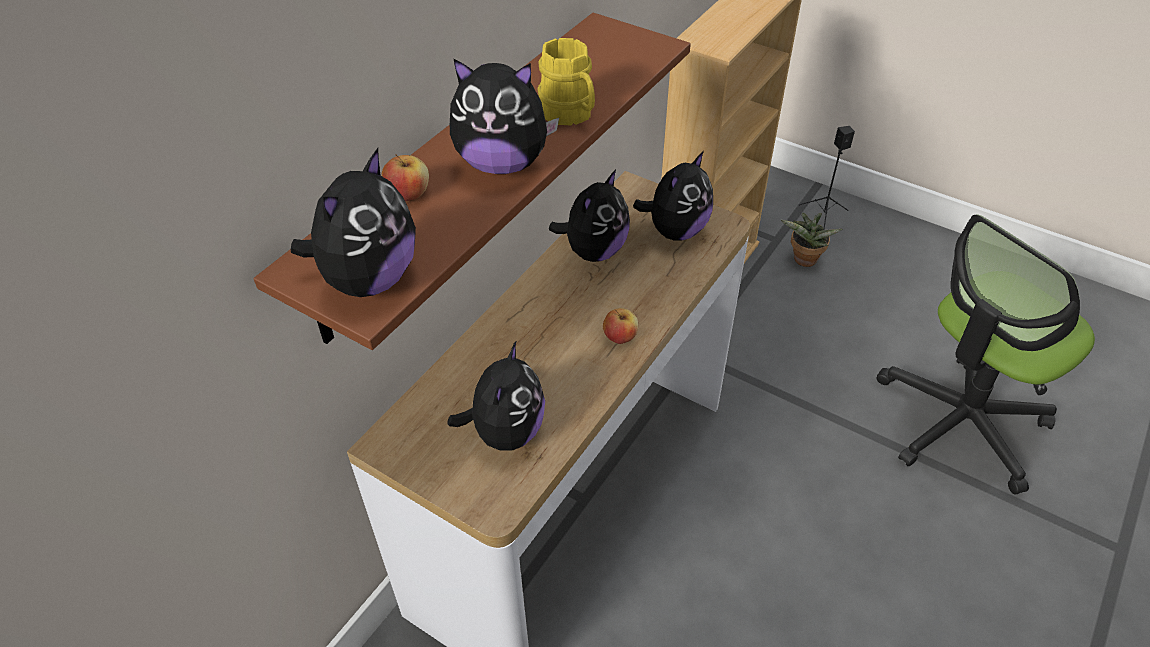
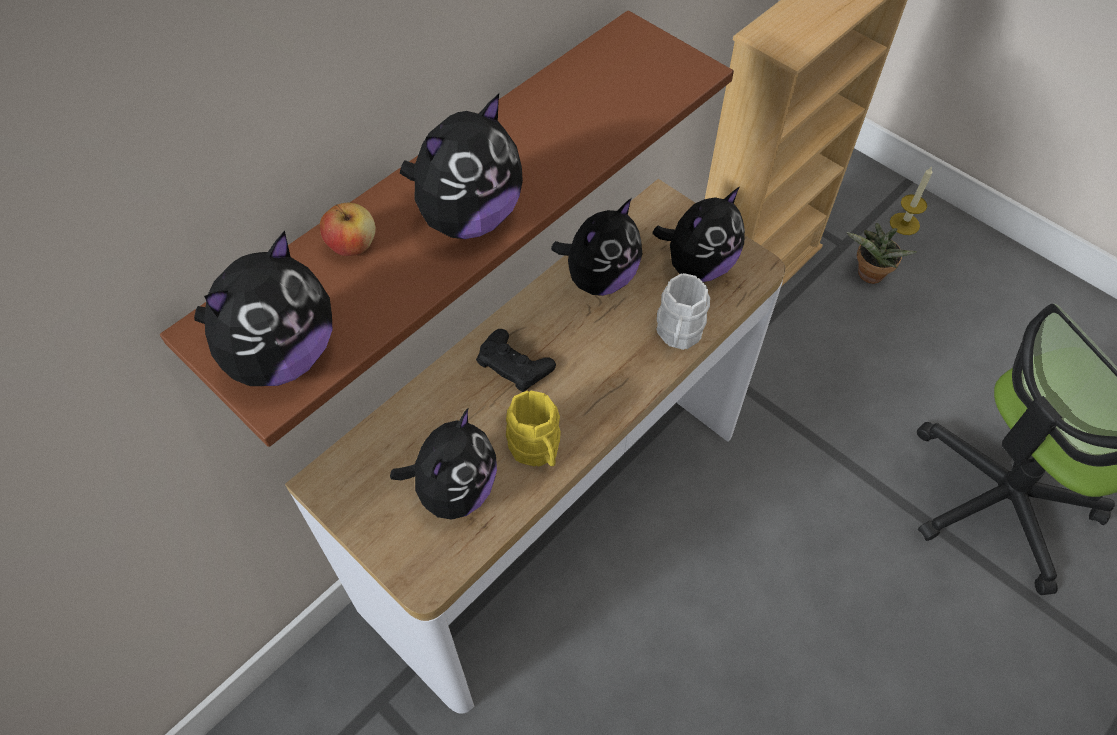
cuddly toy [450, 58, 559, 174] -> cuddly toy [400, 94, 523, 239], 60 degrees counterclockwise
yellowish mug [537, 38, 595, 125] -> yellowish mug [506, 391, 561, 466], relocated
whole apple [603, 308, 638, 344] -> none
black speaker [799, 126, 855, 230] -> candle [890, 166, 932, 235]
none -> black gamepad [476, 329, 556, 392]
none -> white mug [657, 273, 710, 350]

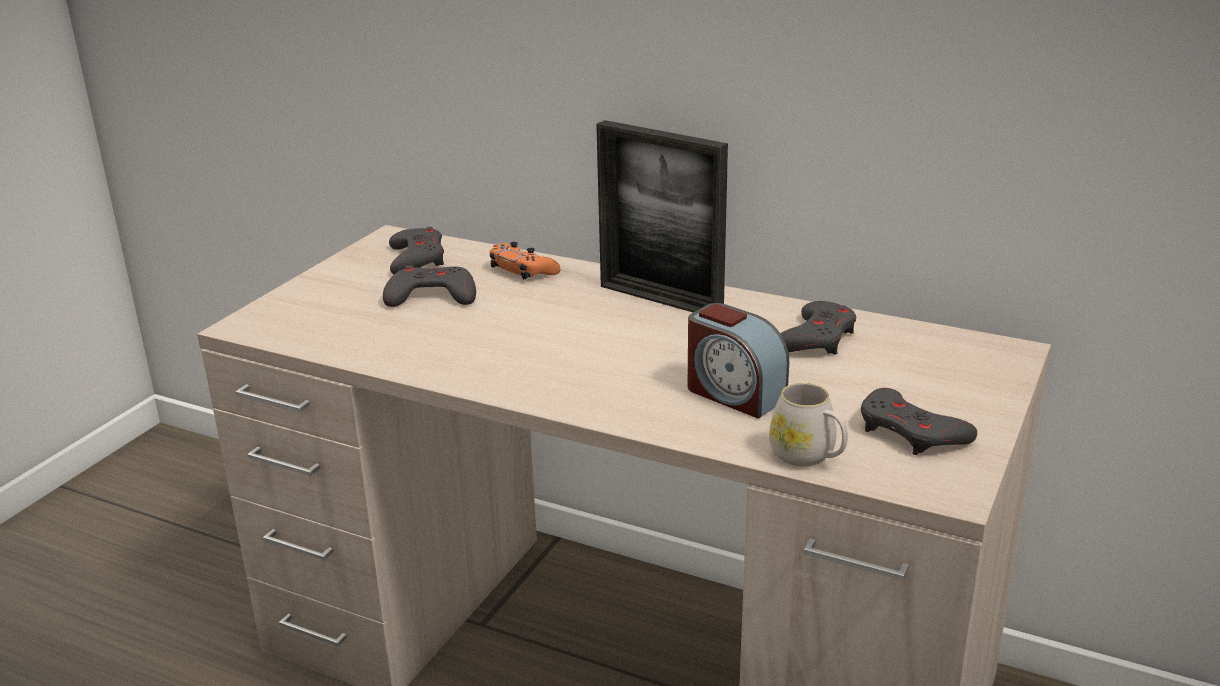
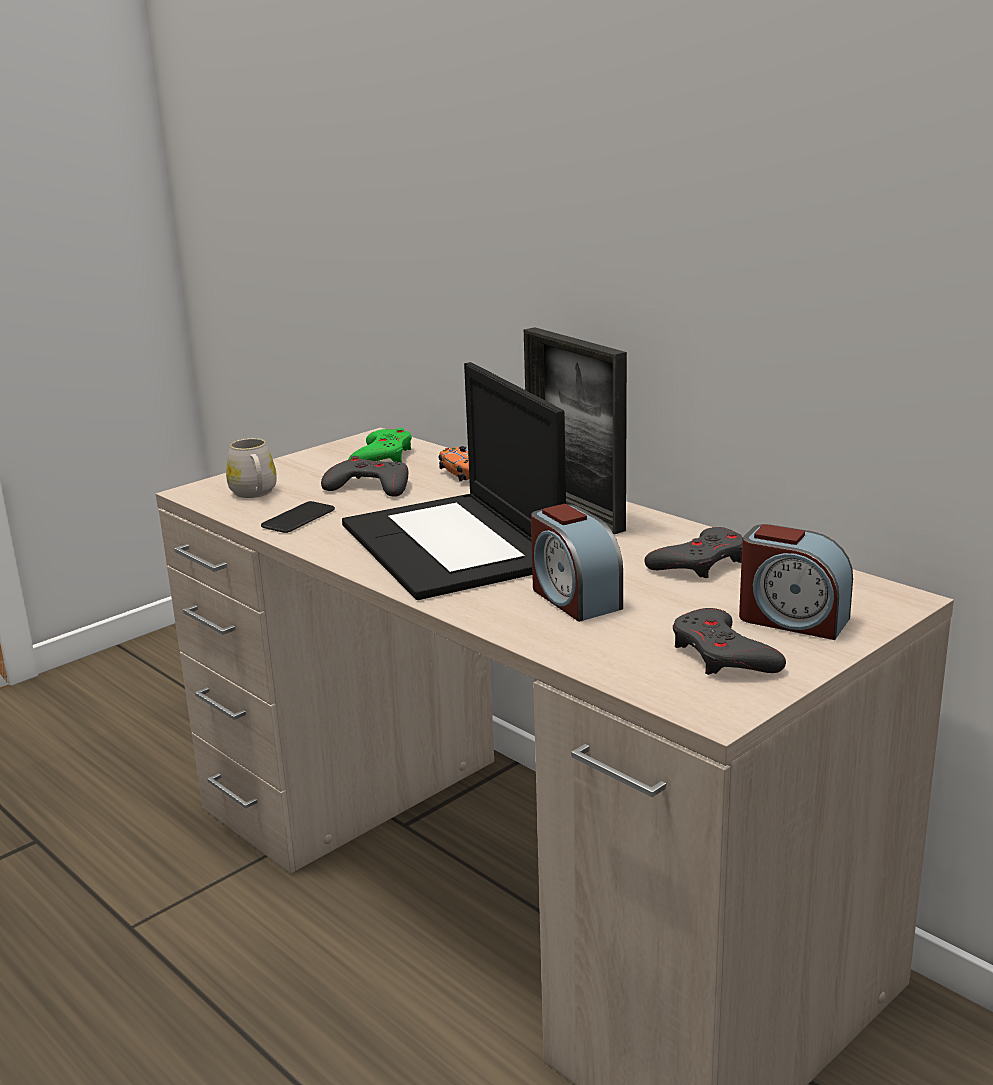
grey gamepad [389, 227, 444, 275] -> green-coloured gamepad [348, 428, 412, 462]
white mug [769, 383, 848, 467] -> white mug [226, 438, 277, 498], relocated
none -> handset [261, 501, 335, 533]
none -> notebook computer [342, 362, 566, 600]
none -> table clock [739, 524, 853, 640]

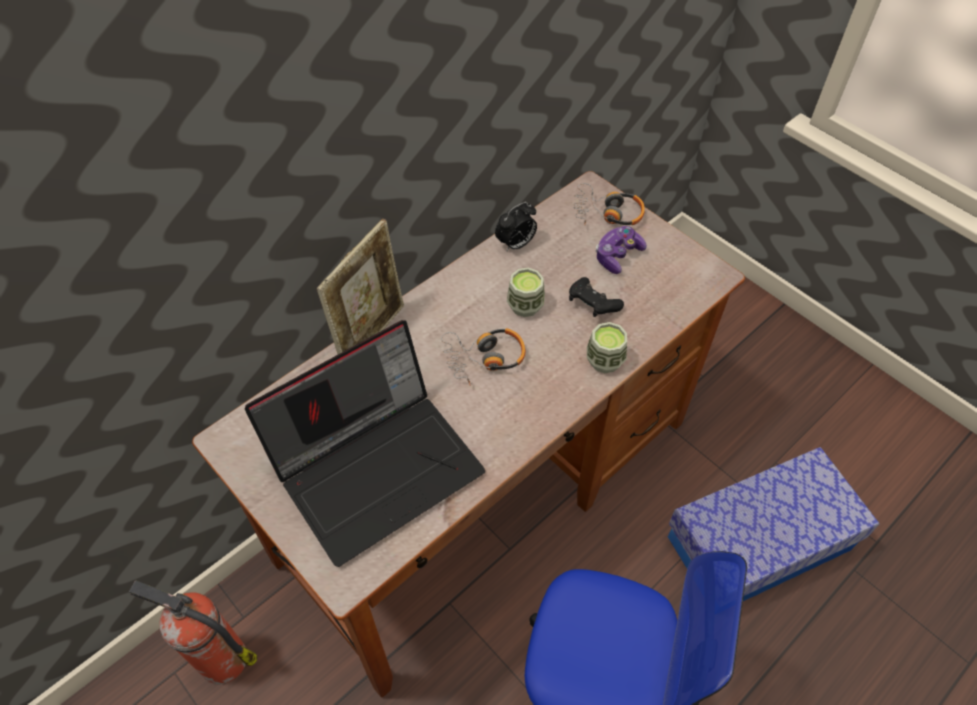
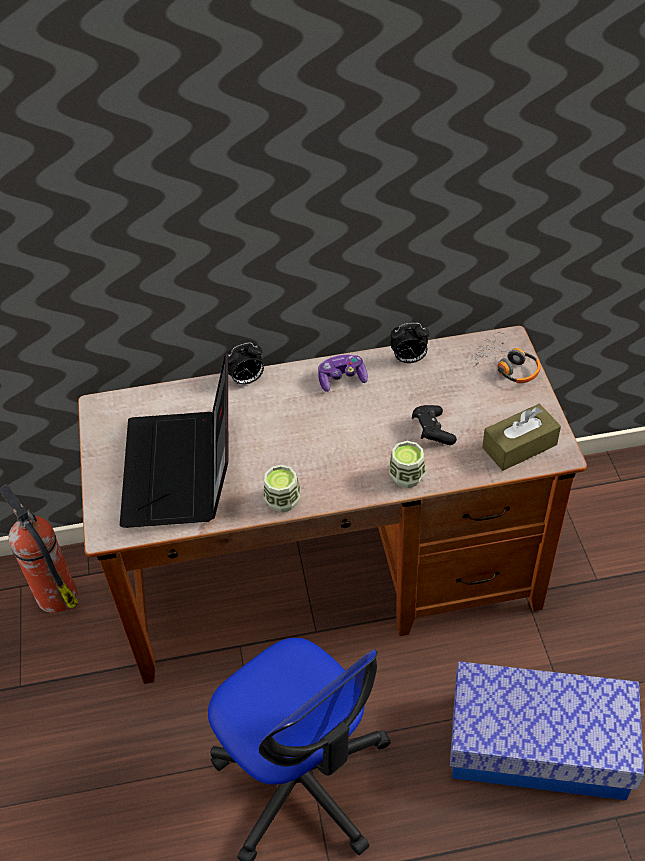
notebook computer [245, 320, 485, 567] -> notebook computer [120, 352, 228, 528], 90 degrees clockwise
photo frame [317, 219, 404, 354] -> table clock [227, 342, 264, 386]
pair of headphones [441, 328, 526, 386] -> none
small cup [507, 268, 545, 317] -> small cup [264, 465, 300, 512], relocated
gamepad [596, 226, 647, 274] -> gamepad [318, 355, 368, 392], relocated
none -> brownish tissue holder [482, 404, 561, 471]

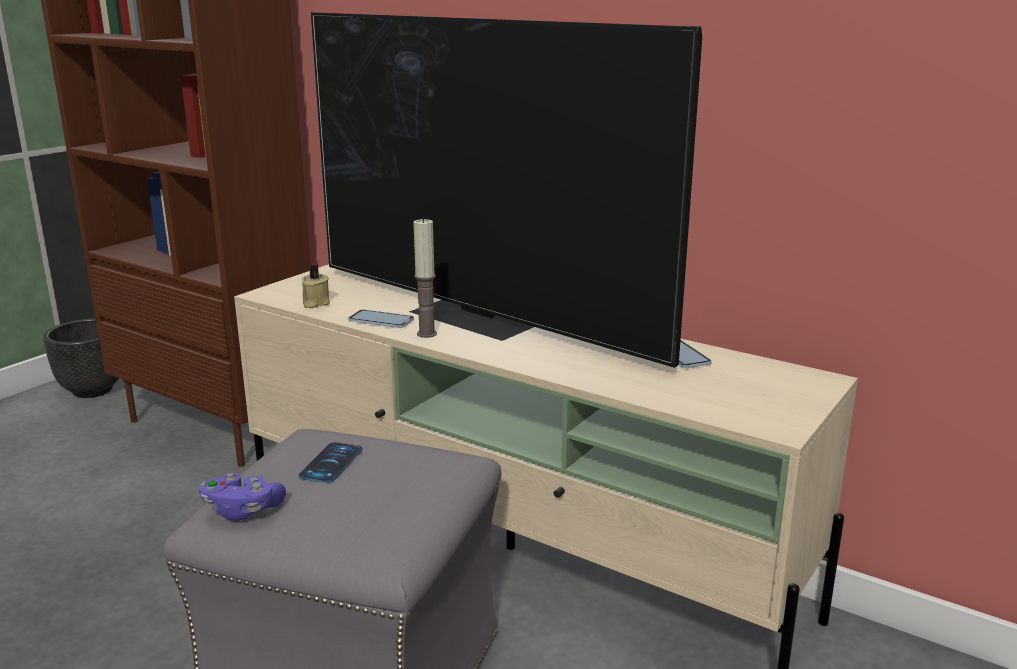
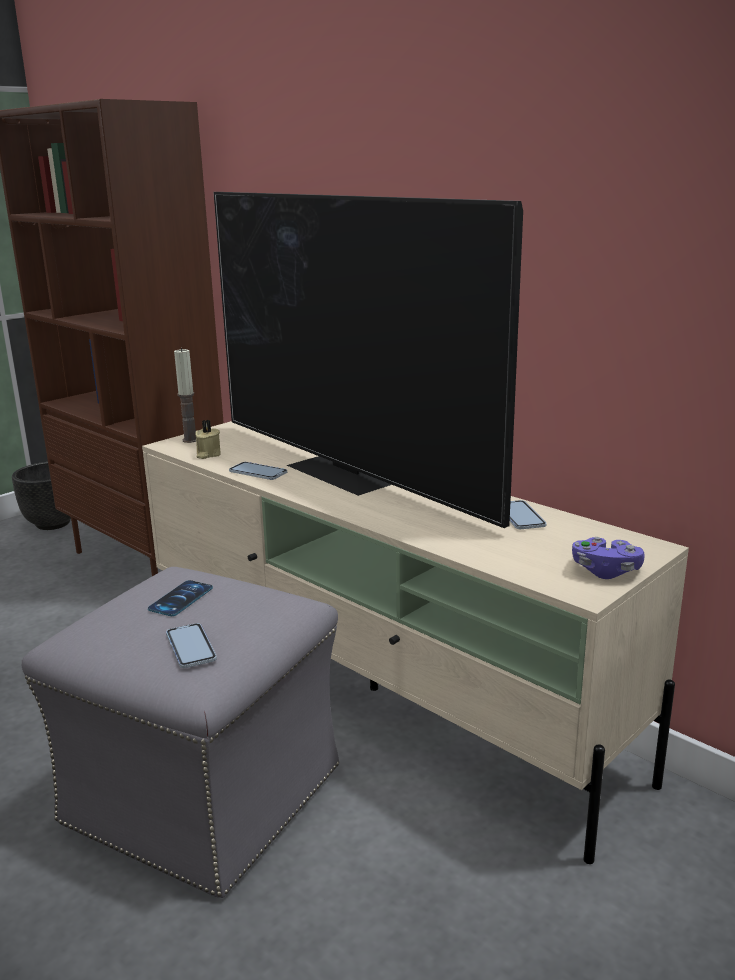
purple-coloured gamepad [198, 473, 286, 521] -> purple-coloured gamepad [572, 537, 645, 579], relocated
candle [413, 218, 437, 338] -> candle [174, 348, 196, 443], relocated
none -> handset [166, 623, 217, 668]

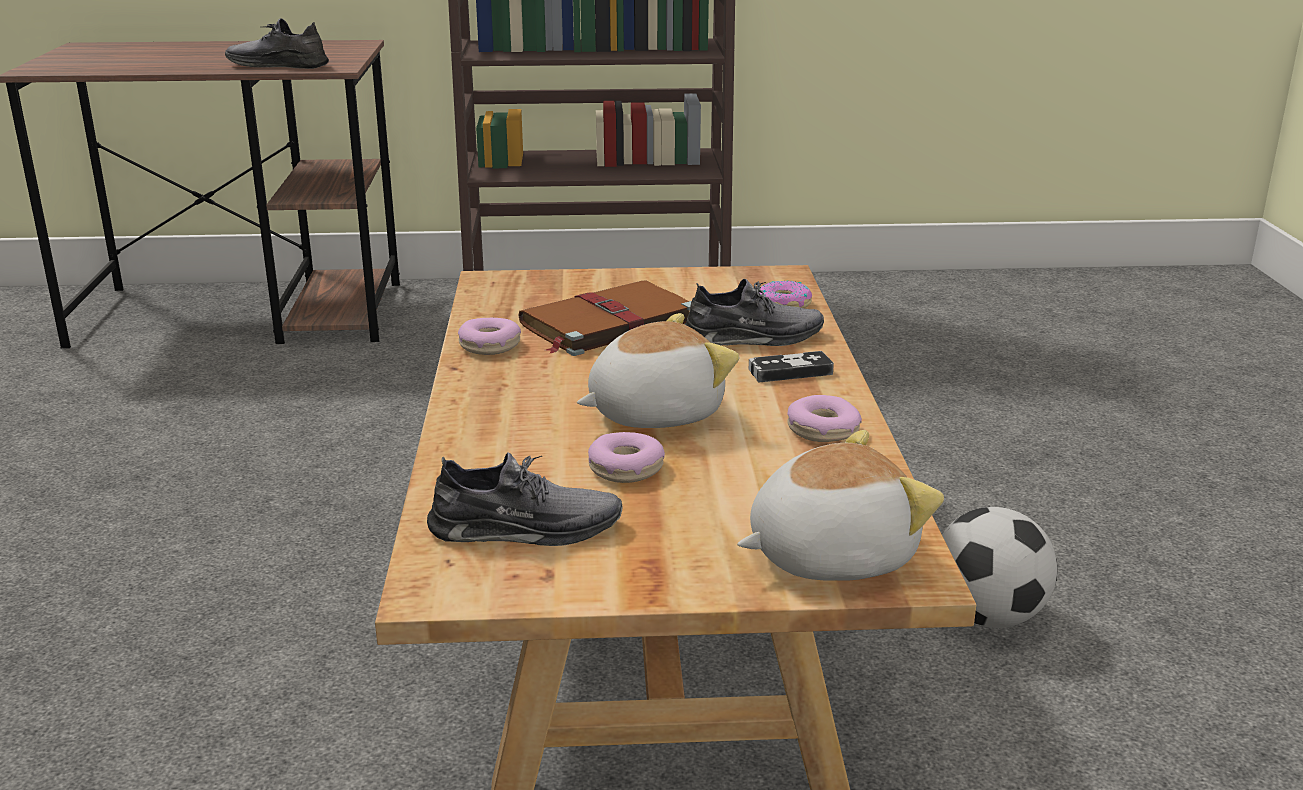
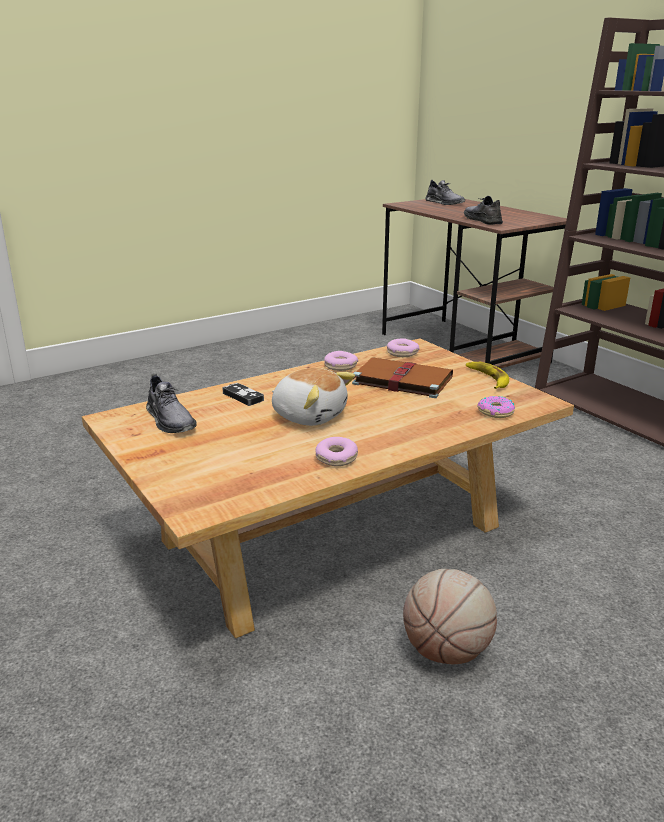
doughnut [588, 432, 665, 483] -> doughnut [387, 338, 420, 357], relocated
grey shoe [685, 279, 824, 346] -> grey shoe [425, 180, 465, 205], relocated
cuddly toy [737, 430, 944, 581] -> none
gamepad [749, 351, 834, 382] -> gamepad [222, 383, 264, 406], relocated
football ball [942, 507, 1057, 628] -> basketball ball [403, 569, 497, 664]
none -> banana [466, 362, 509, 389]

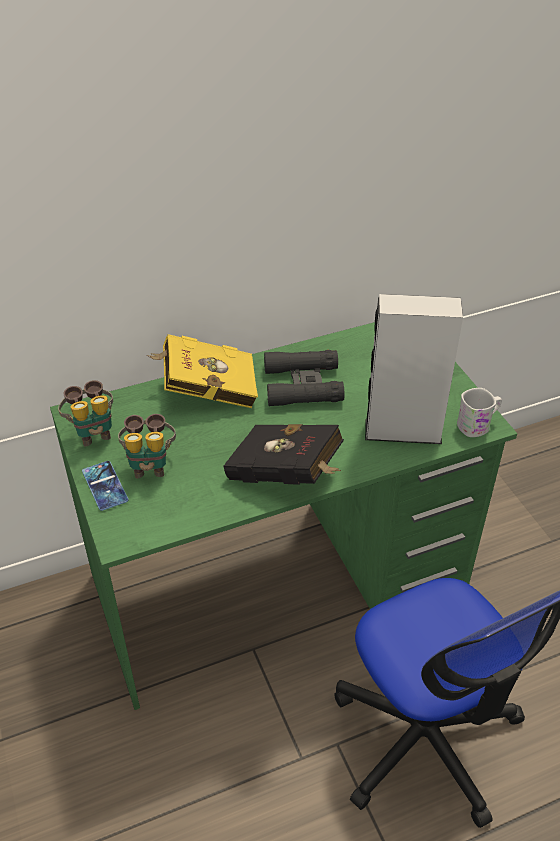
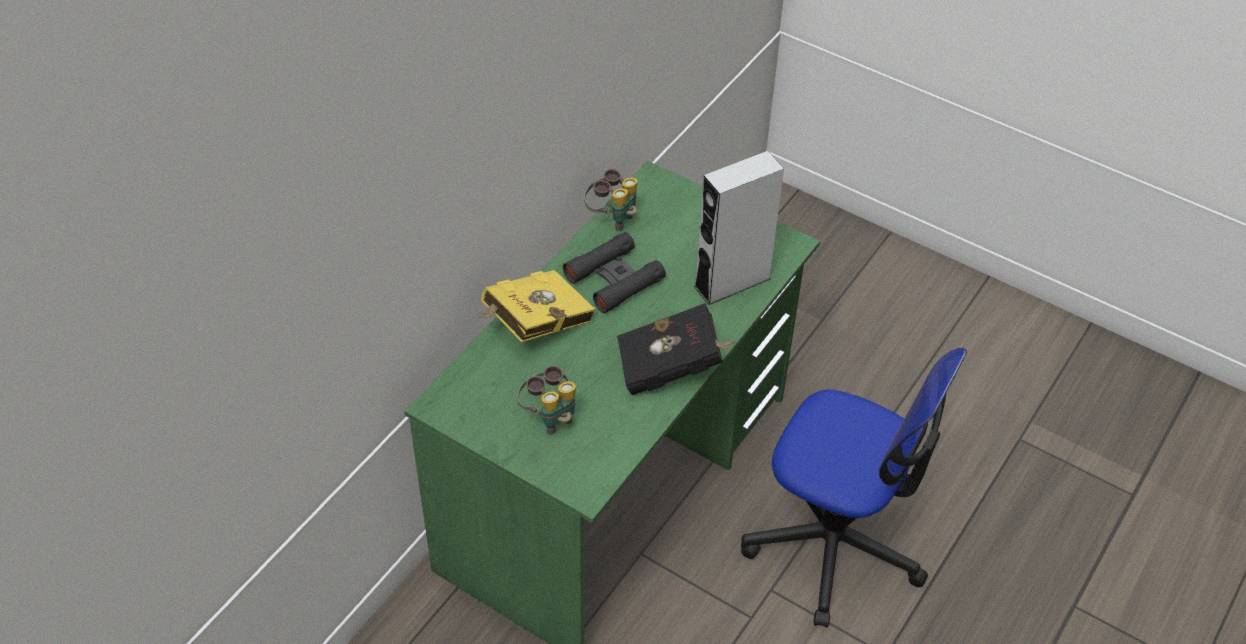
pair of binoculars [58, 380, 113, 447] -> pair of binoculars [584, 169, 637, 231], relocated
handset [82, 461, 128, 511] -> none
white mug [457, 388, 502, 437] -> none

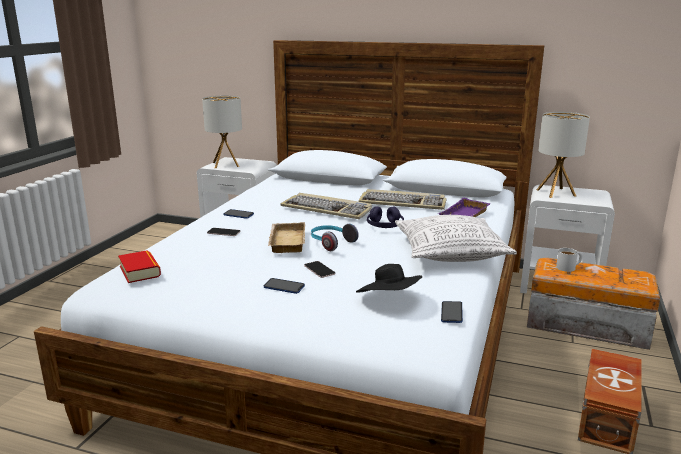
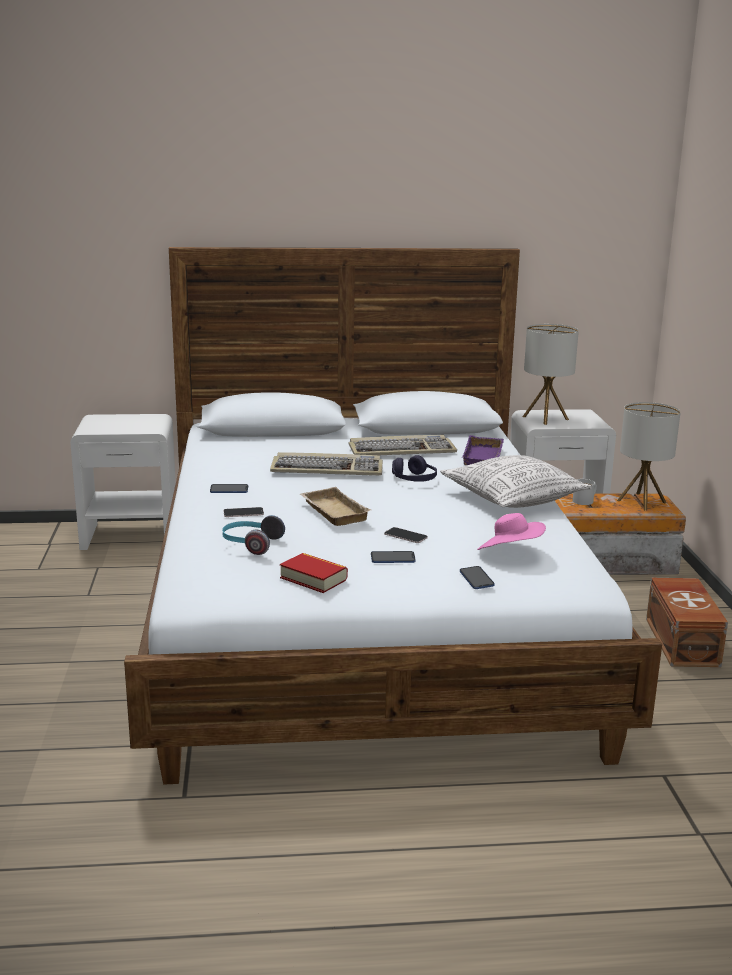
bound book [118, 250, 161, 283] -> bound book [280, 553, 348, 593], relocated
tabletop lamp [202, 96, 242, 168] -> tabletop lamp [617, 402, 681, 511], relocated
pair of headphones [311, 224, 359, 251] -> pair of headphones [222, 515, 285, 555], relocated
black wearable hat [356, 264, 422, 293] -> pinkish wearable hat [477, 513, 546, 550]
handset [441, 301, 463, 323] -> handset [460, 566, 494, 589], relocated

